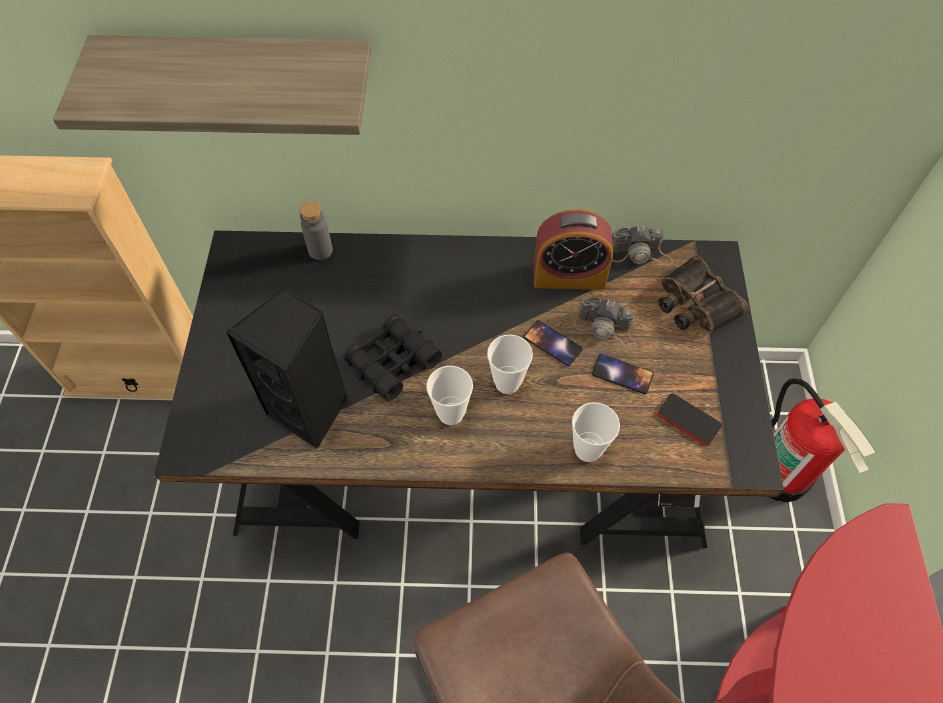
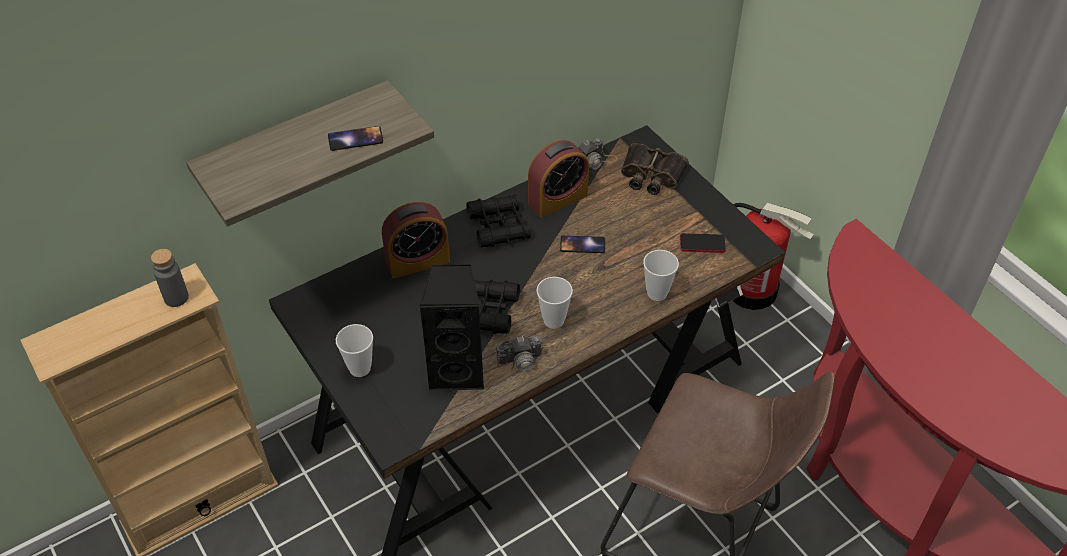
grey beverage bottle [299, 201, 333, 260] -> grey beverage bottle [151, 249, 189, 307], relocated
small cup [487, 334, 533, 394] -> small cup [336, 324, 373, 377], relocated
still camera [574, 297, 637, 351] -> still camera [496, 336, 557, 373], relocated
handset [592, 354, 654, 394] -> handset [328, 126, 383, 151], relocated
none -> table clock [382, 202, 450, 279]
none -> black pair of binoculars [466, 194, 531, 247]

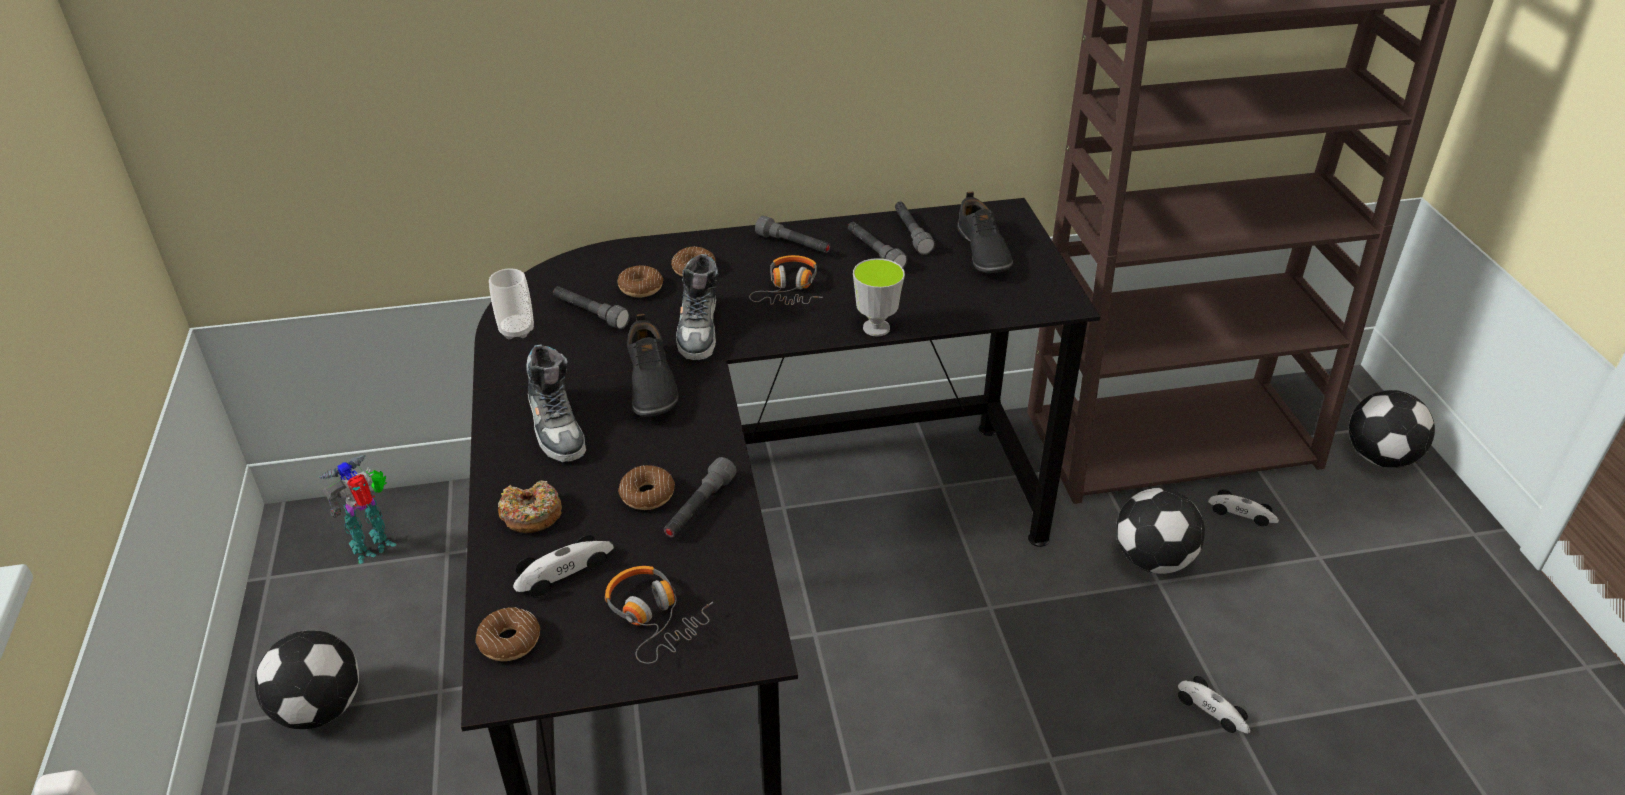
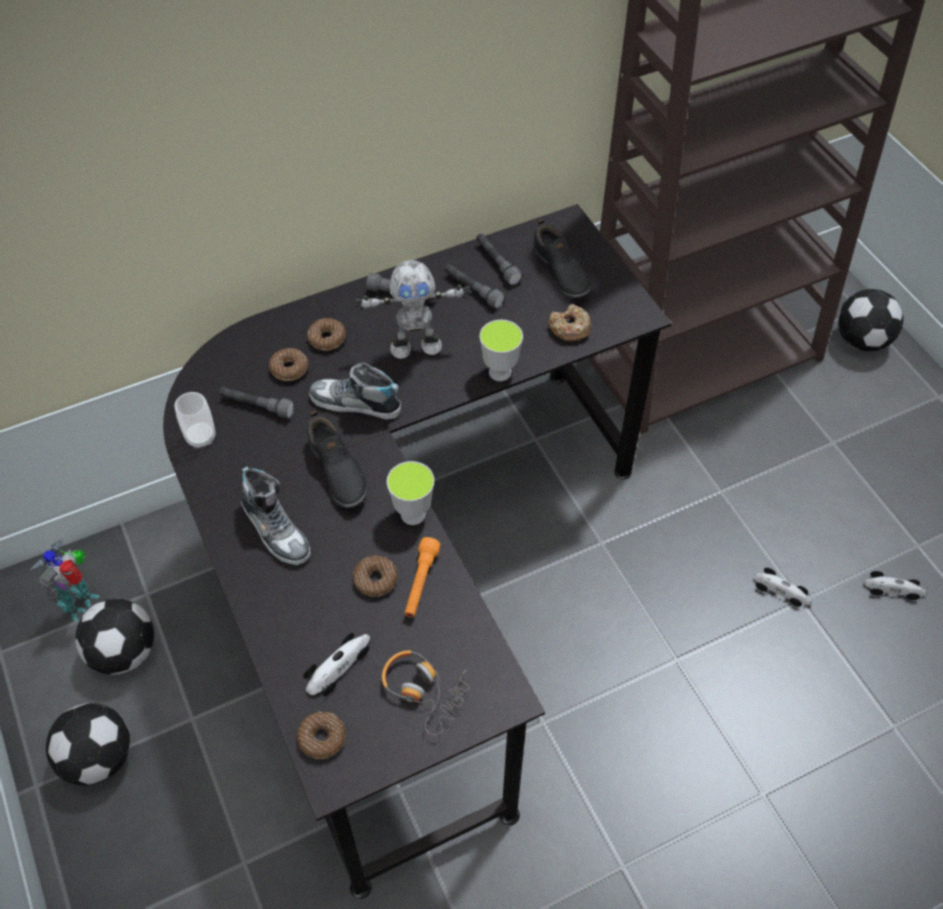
doughnut [498, 480, 562, 533] -> doughnut [549, 304, 592, 342], relocated
grey torch [663, 457, 736, 538] -> orangey torch [404, 537, 440, 618]
shoe [676, 254, 718, 360] -> shoe [309, 362, 401, 420], 120 degrees clockwise
pair of headphones [749, 255, 823, 305] -> toy robot [354, 260, 471, 359]
football ball [1116, 488, 1205, 574] -> football ball [75, 598, 154, 675], relocated
miniature car [1208, 489, 1279, 526] -> miniature car [864, 571, 927, 600], relocated
none -> small cup [387, 461, 435, 525]

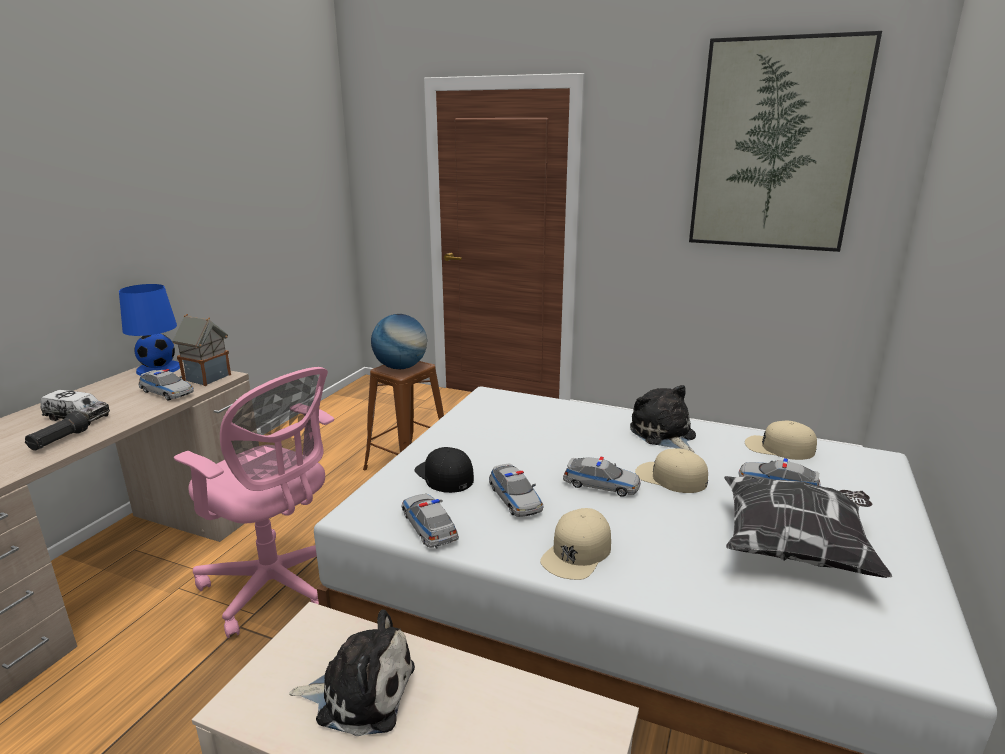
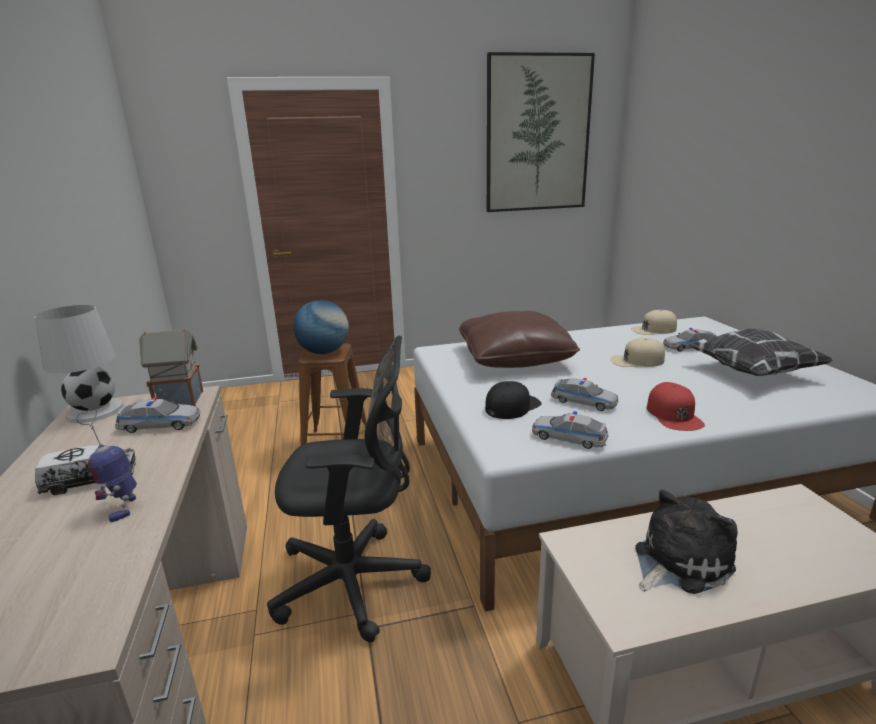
black torch [25, 411, 88, 451] -> toy robot [76, 408, 137, 522]
bluish tabletop lamp [119, 284, 180, 376] -> white tabletop lamp [34, 305, 124, 423]
pinkish office chair [174, 367, 334, 638] -> black office chair [267, 336, 431, 642]
black baseball cap [415, 447, 474, 493] -> black baseball cap [485, 381, 542, 419], 120 degrees clockwise
beige-coloured baseball cap [540, 508, 611, 580] -> reddish baseball cap [647, 382, 705, 431]
miniature car [563, 457, 641, 497] -> none
cuddly toy [630, 385, 696, 453] -> none
none -> brownish cushion [459, 311, 580, 368]

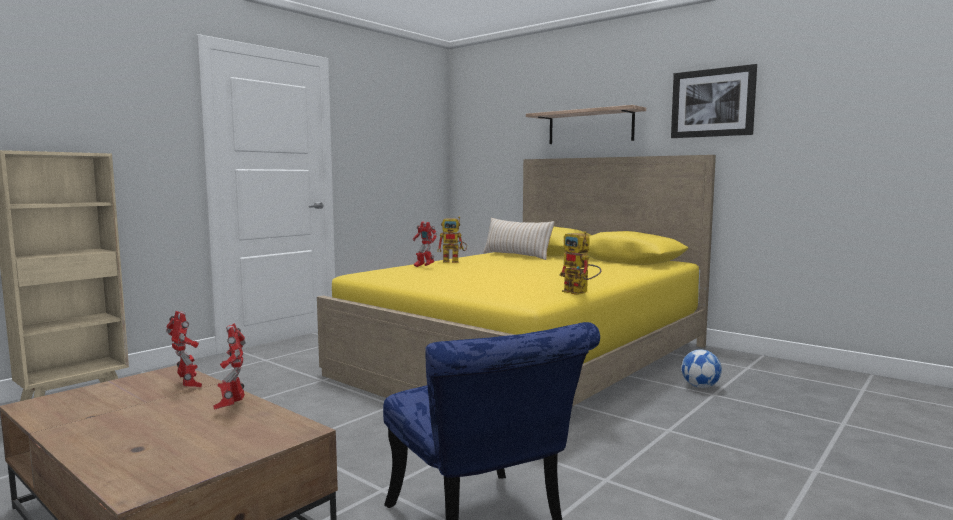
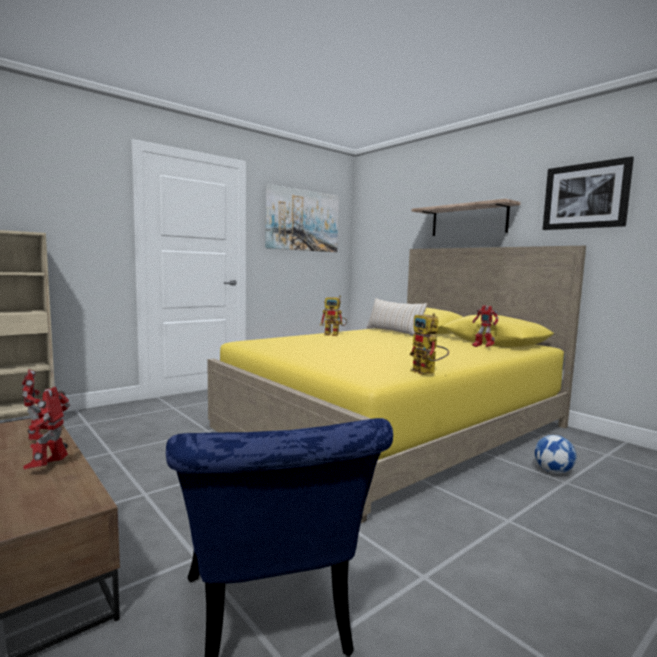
toy robot [413, 222, 437, 267] -> toy robot [472, 305, 498, 347], relocated
none -> wall picture [265, 184, 339, 252]

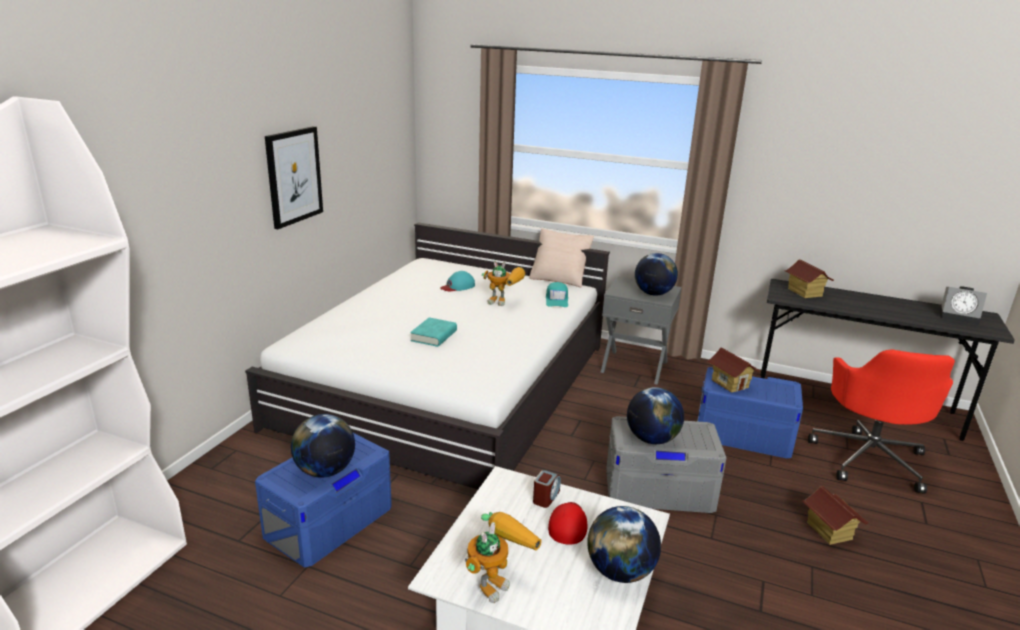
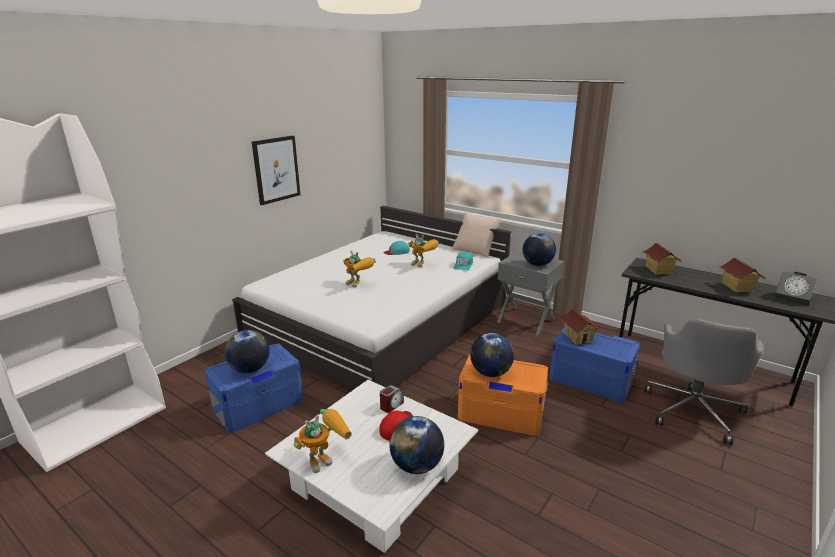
turquoise-coloured bound book [410, 317, 457, 347] -> toy robot [343, 250, 376, 287]
grey storage container [606, 416, 726, 513] -> orangey storage container [458, 354, 548, 436]
model house [803, 486, 868, 545] -> model house [718, 257, 766, 292], relocated
reddish office chair [808, 350, 955, 494] -> grey office chair [644, 319, 763, 445]

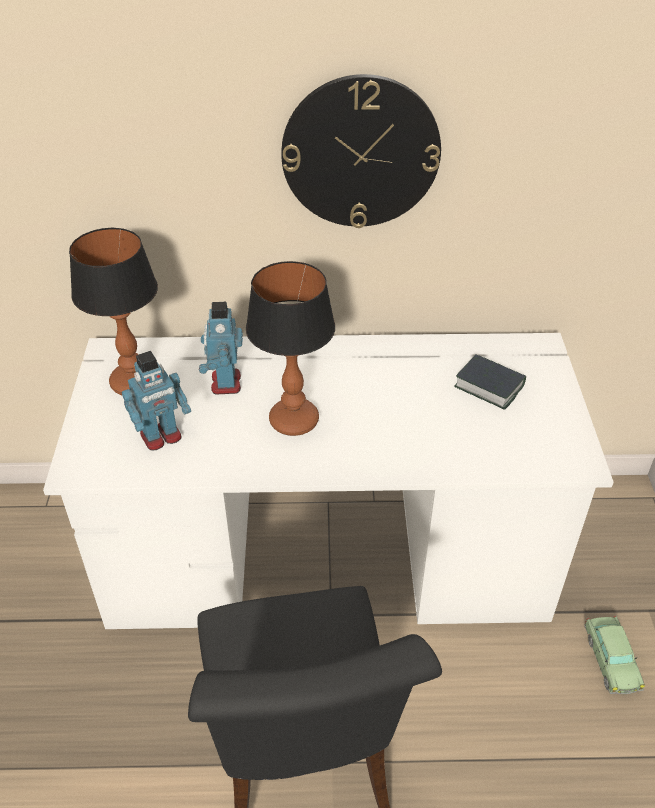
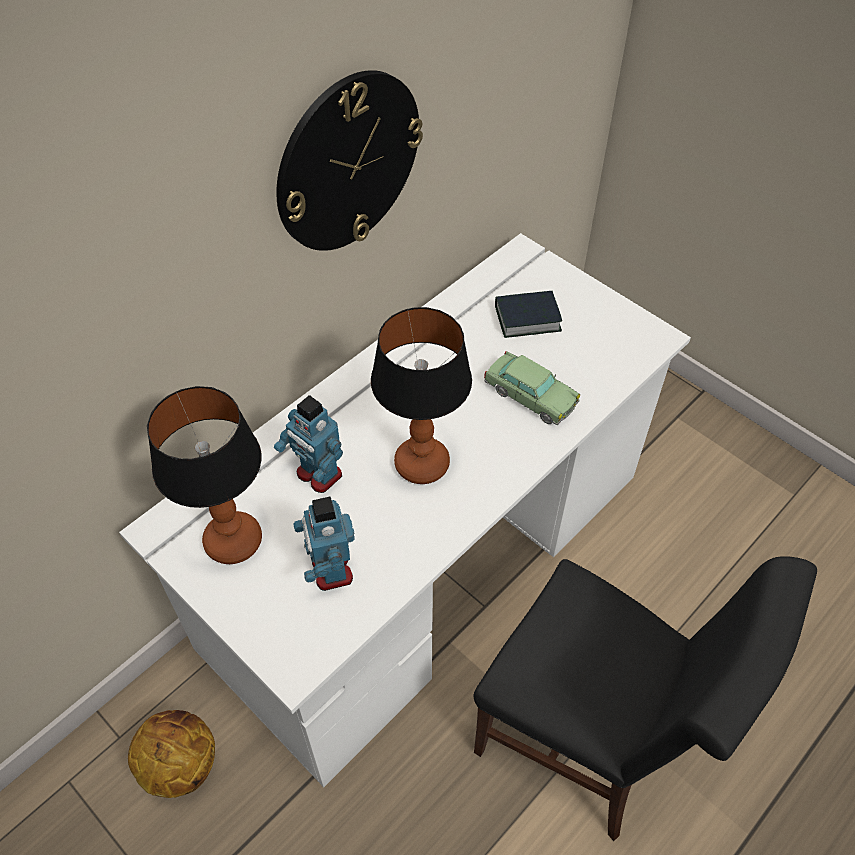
toy robot [122, 351, 191, 451] -> toy robot [293, 496, 355, 591], 150 degrees clockwise
miniature car [584, 616, 645, 695] -> miniature car [484, 352, 580, 425], relocated
none -> basketball ball [128, 710, 215, 798]

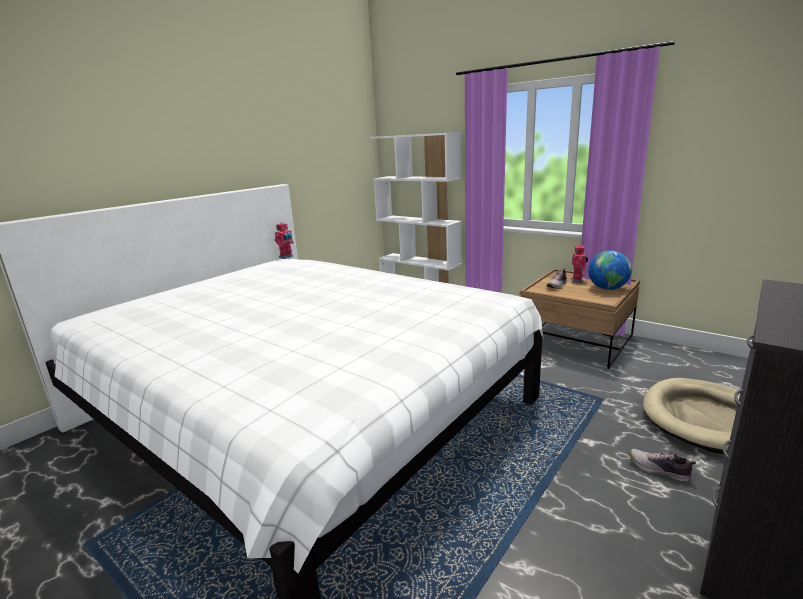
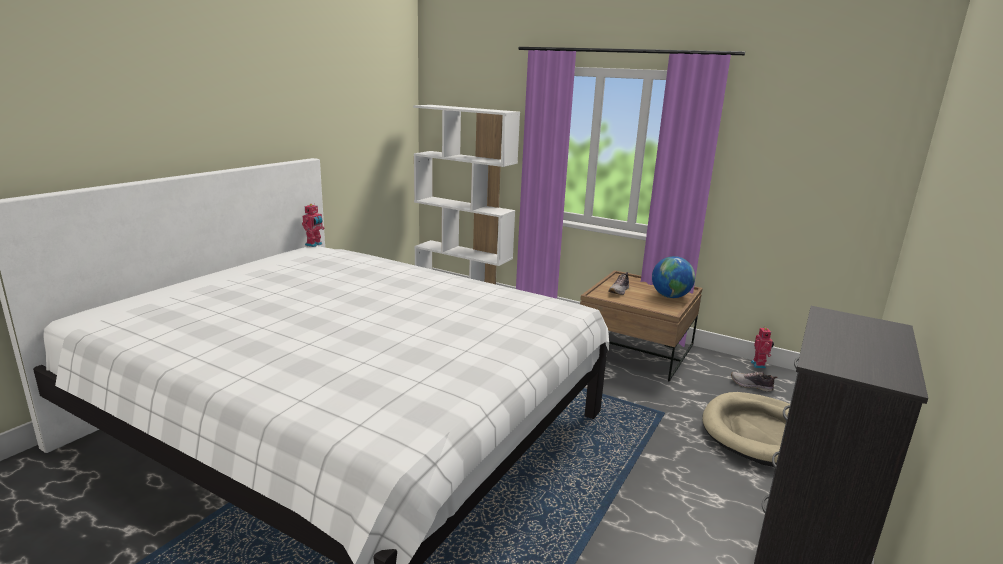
toy robot [571, 244, 588, 283] -> toy robot [751, 328, 774, 369], relocated
shoe [630, 449, 696, 482] -> shoe [731, 371, 777, 391], relocated

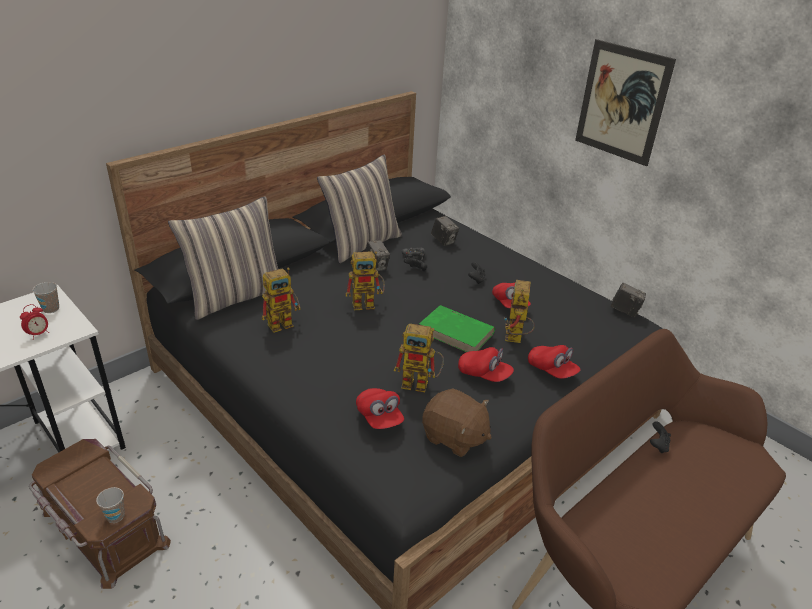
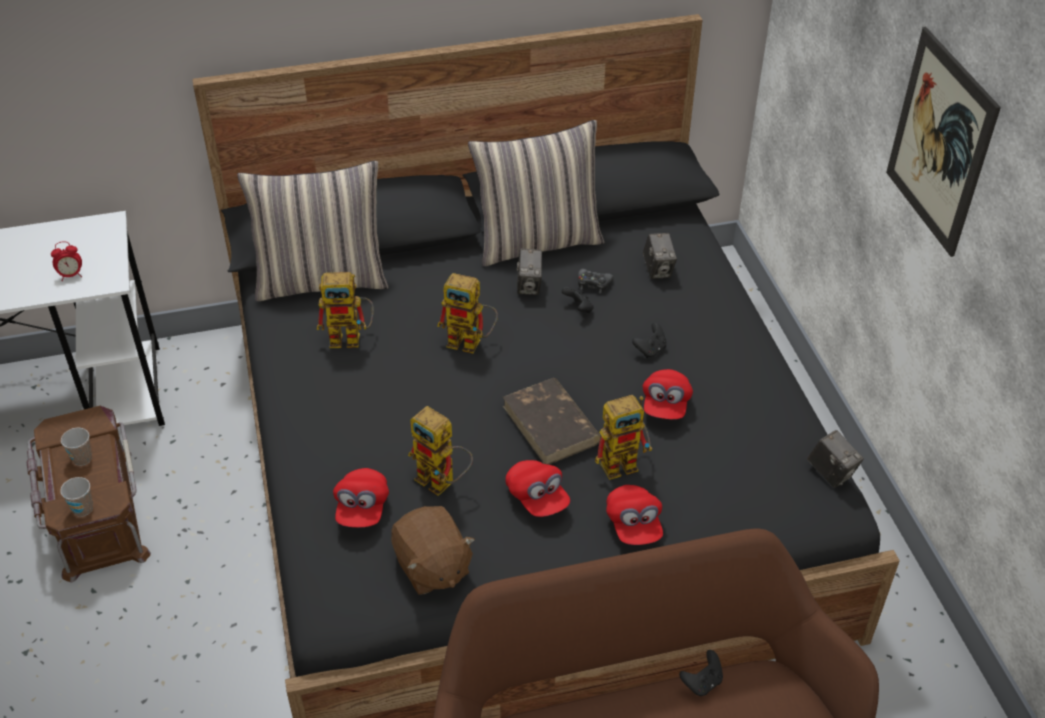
small cup [32, 282, 59, 313] -> small cup [61, 428, 92, 466], relocated
green-coloured bound book [419, 305, 495, 352] -> brownish bound book [503, 378, 601, 465]
toy robot [504, 280, 535, 343] -> toy robot [595, 395, 652, 480], 150 degrees counterclockwise

